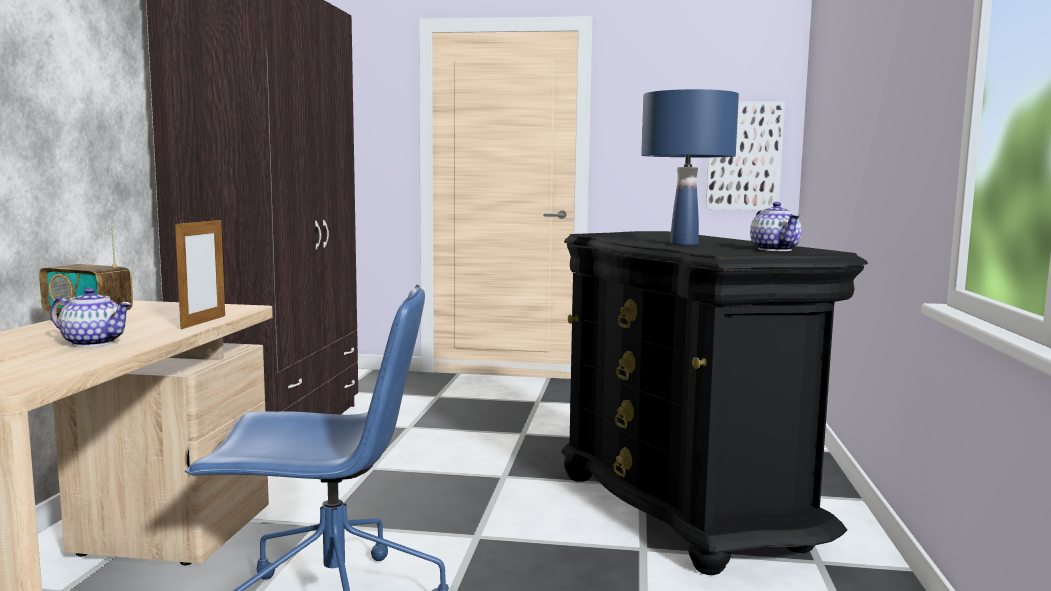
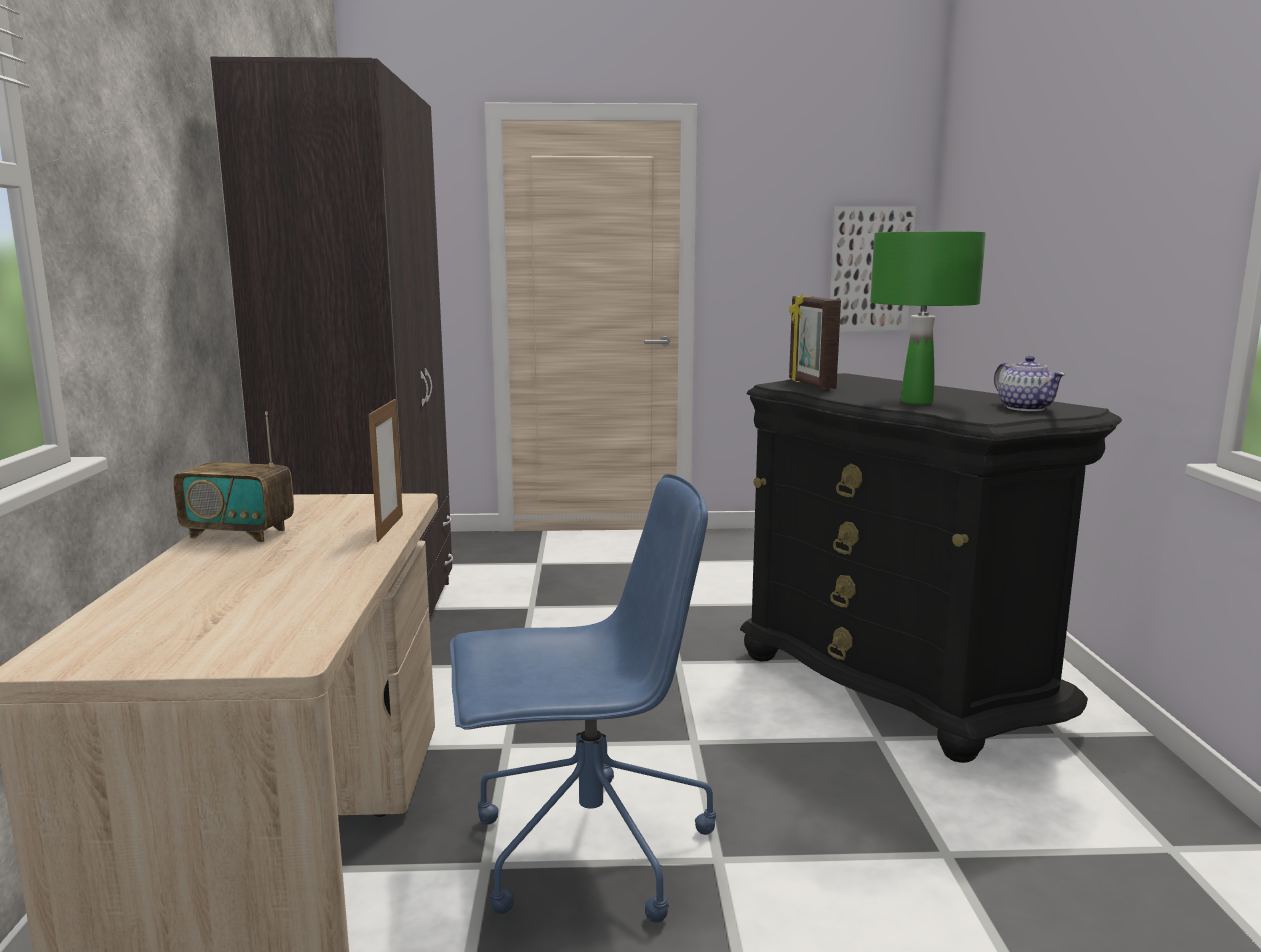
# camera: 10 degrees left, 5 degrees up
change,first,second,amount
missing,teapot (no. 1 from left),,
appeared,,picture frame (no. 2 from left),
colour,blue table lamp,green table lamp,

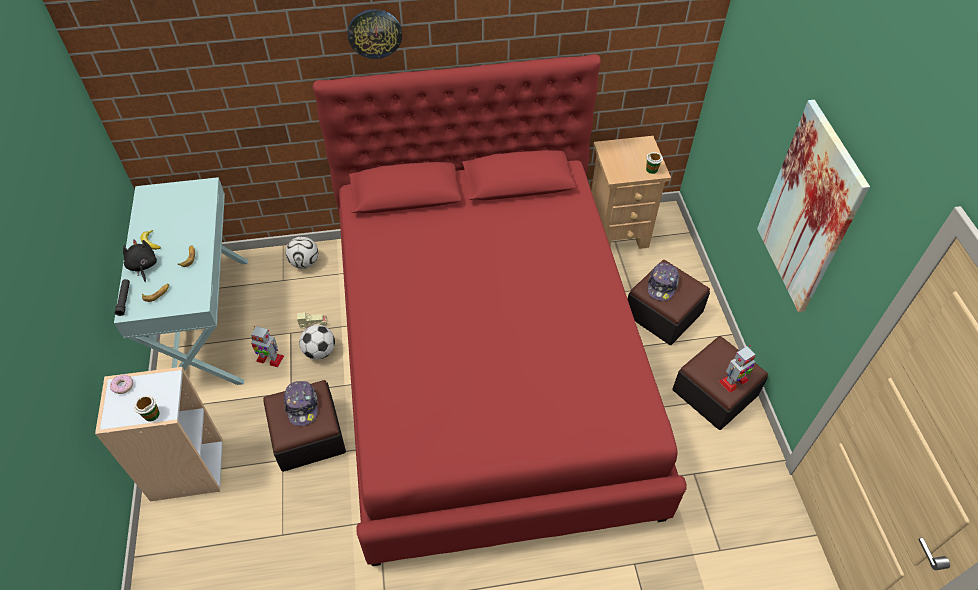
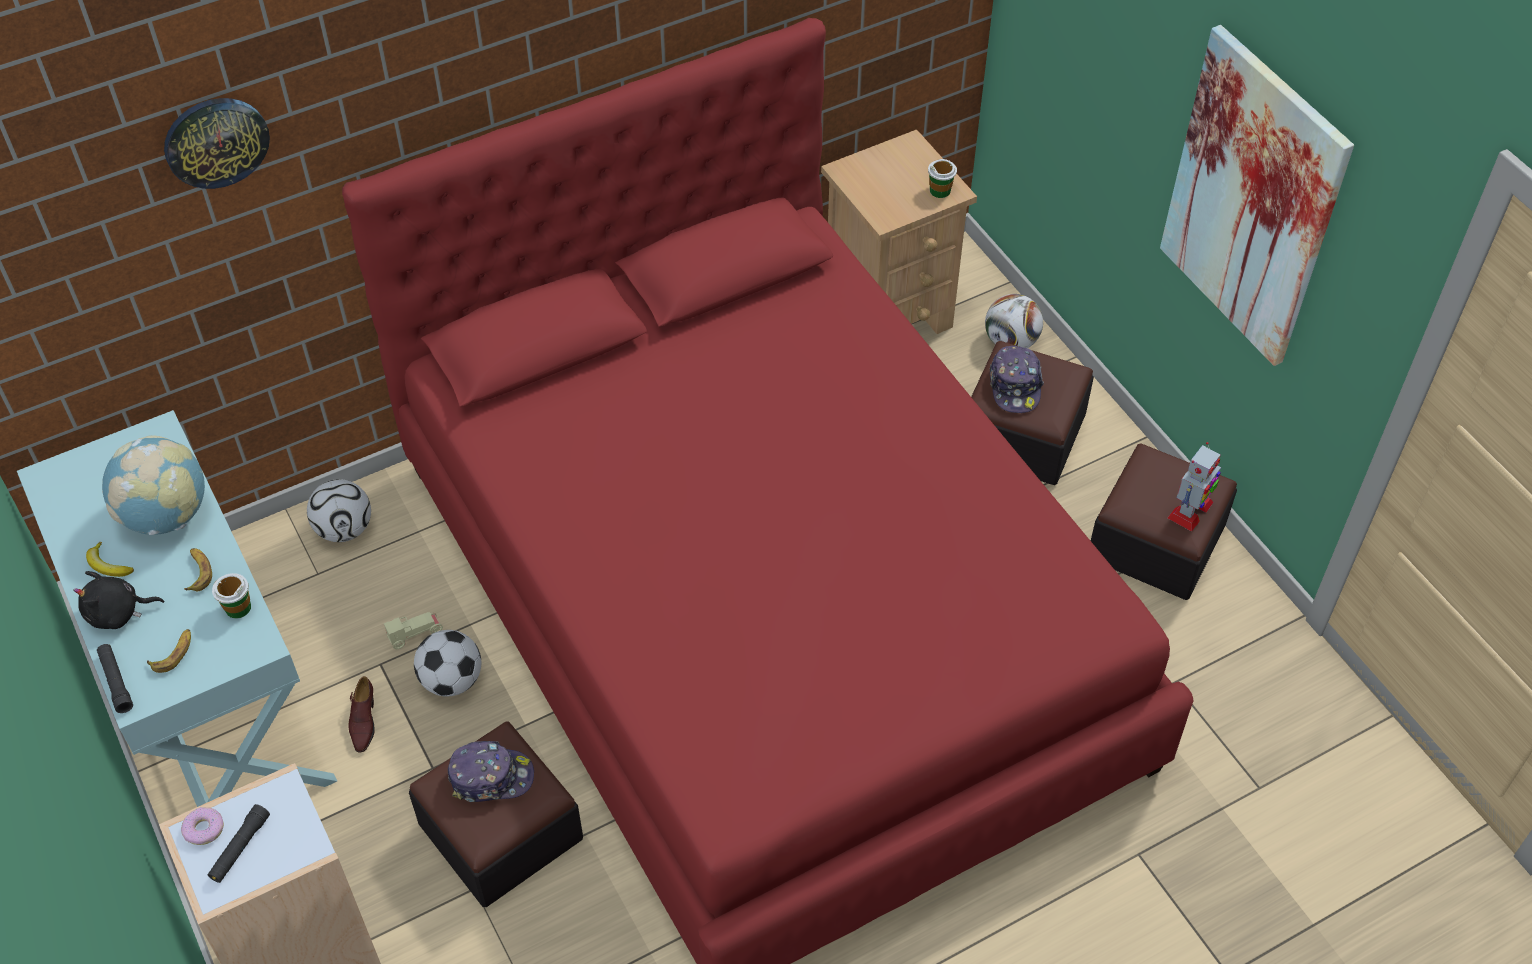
# camera: 20 degrees left, 0 degrees up
change,first,second,amount
appeared,,globe,
appeared,,black flashlight (no. 2 from left),
appeared,,football (no. 3 from left),
relocated,cup (no. 1 from left),,
relocated,wall clock,,
exchanged,toy robot (no. 1 from left),brown shoe,
spun,black plush toy,,60 degrees counterclockwise
spun,cap (no. 1 from left),,60 degrees counterclockwise

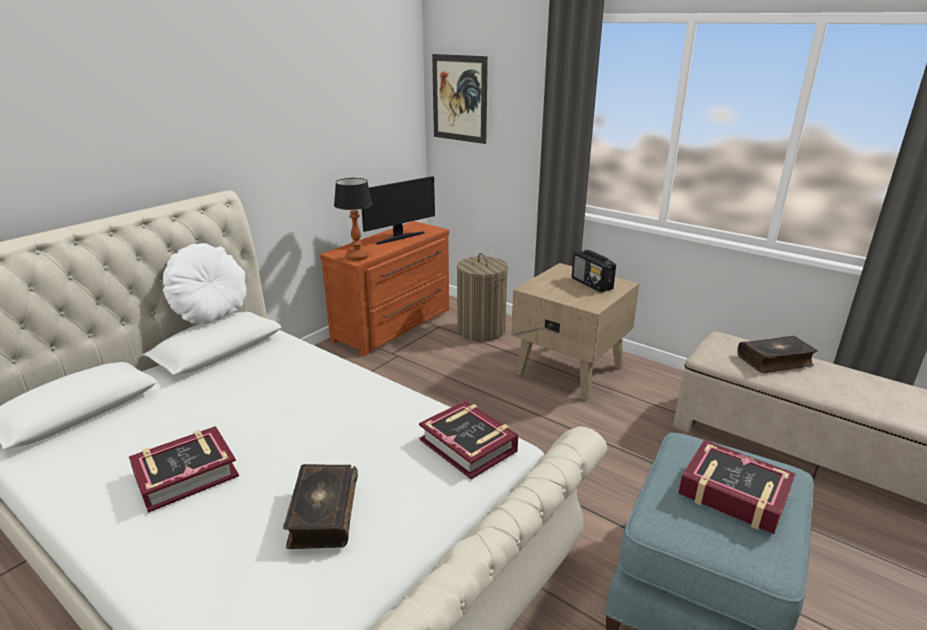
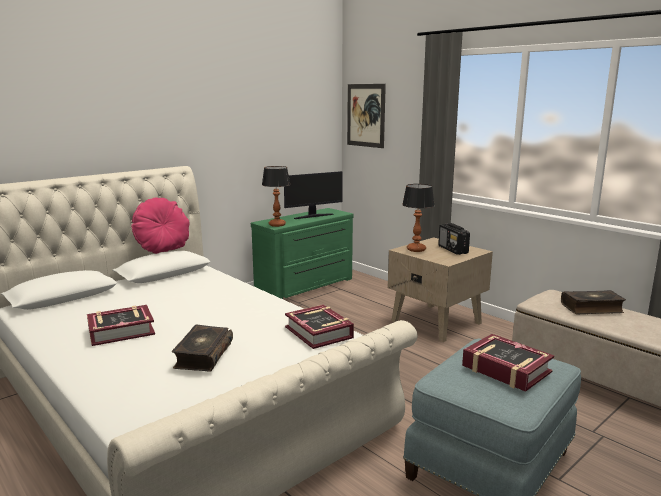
# camera: 10 degrees right, 10 degrees down
change,first,second,amount
missing,laundry basket,,
appeared,,table lamp (no. 2 from left),
colour,white pillow,pink pillow,
colour,brown dresser,green dresser,

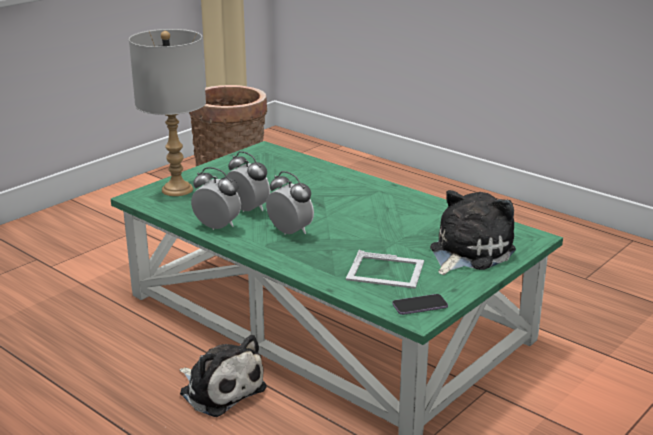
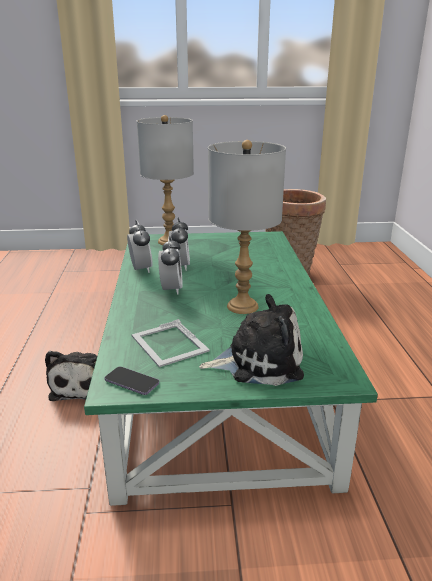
# camera: 45 degrees right, 0 degrees up
change,first,second,amount
appeared,,grey table lamp (no. 2 from left),

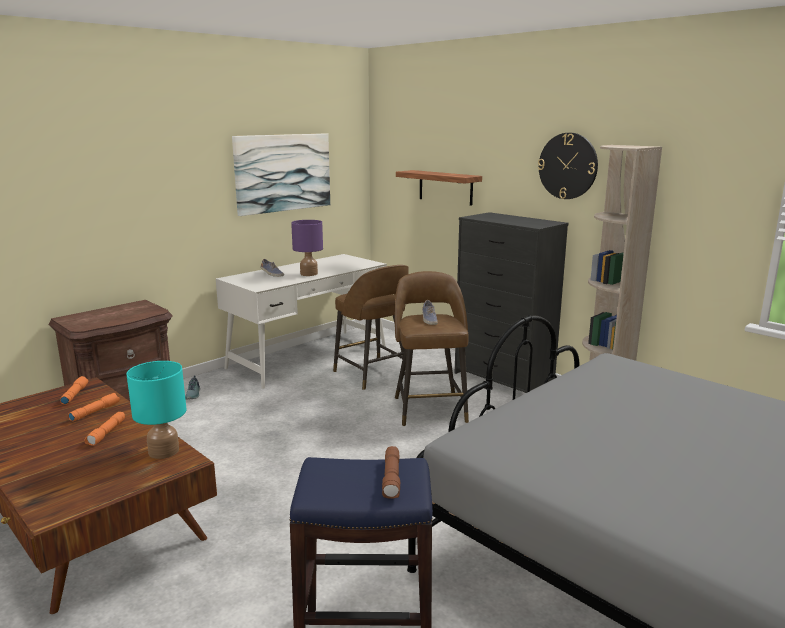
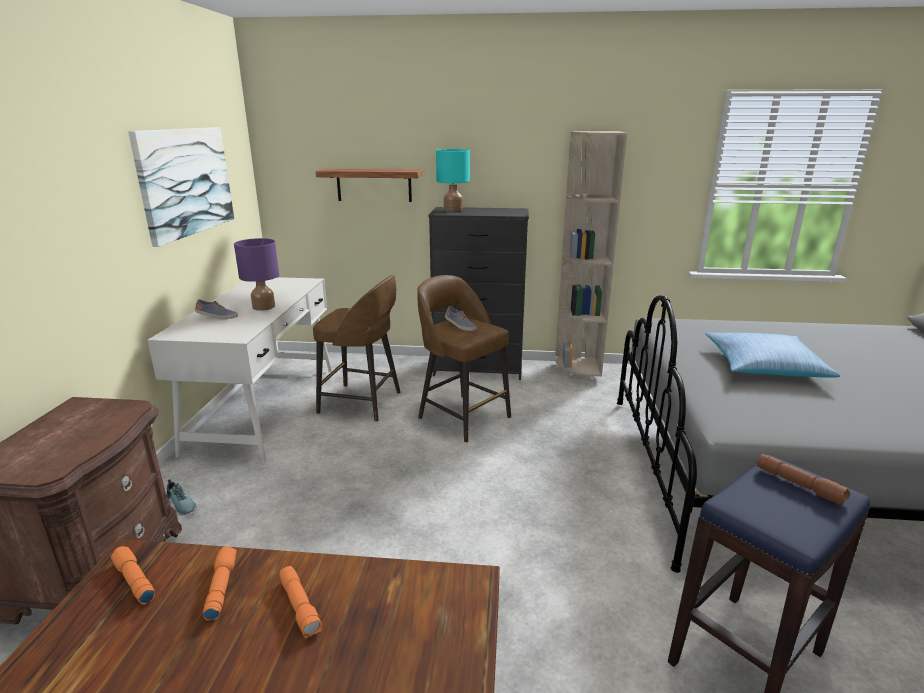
# camera: 40 degrees left, 5 degrees up
change,first,second,amount
missing,wall clock,,
appeared,,pillow,
relocated,turquoise table lamp,,

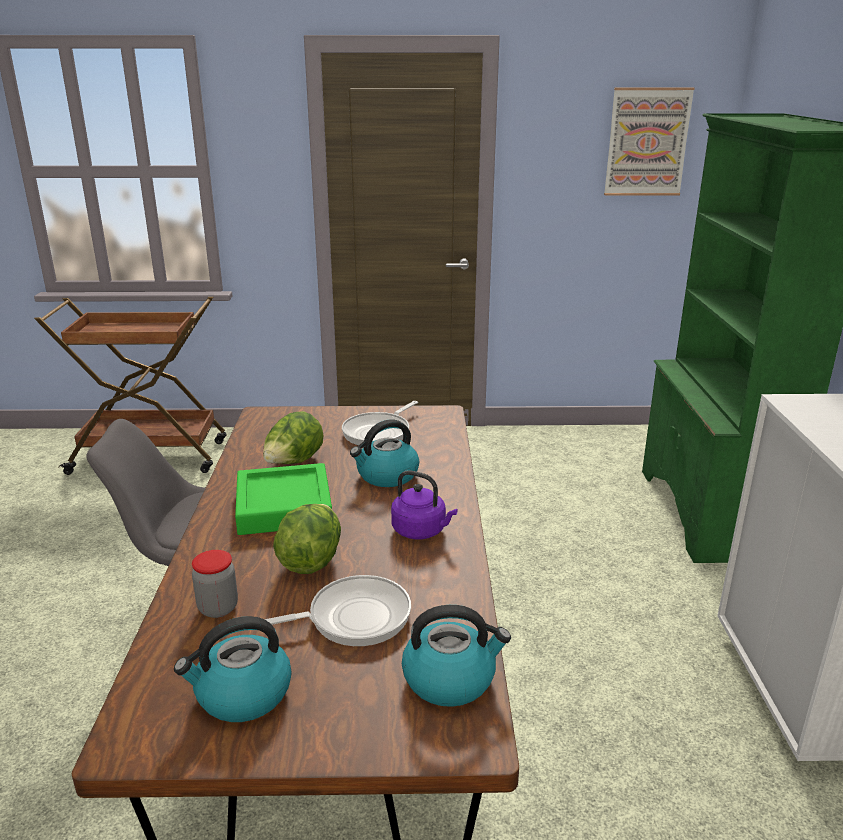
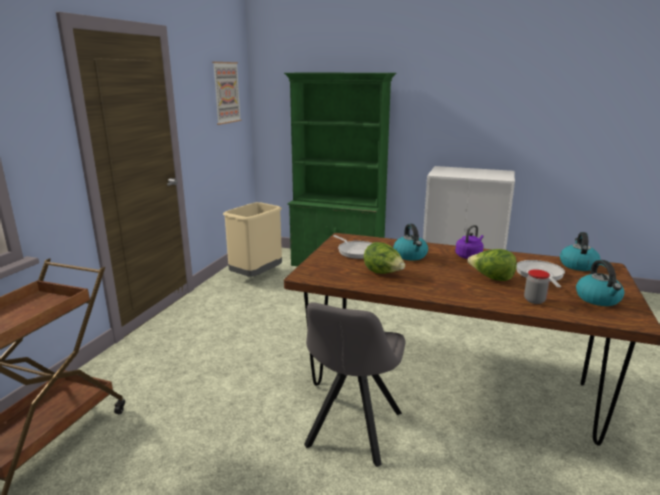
# camera: 70 degrees left, 5 degrees down
change,first,second,amount
missing,green tray,,
appeared,,beige trash can,

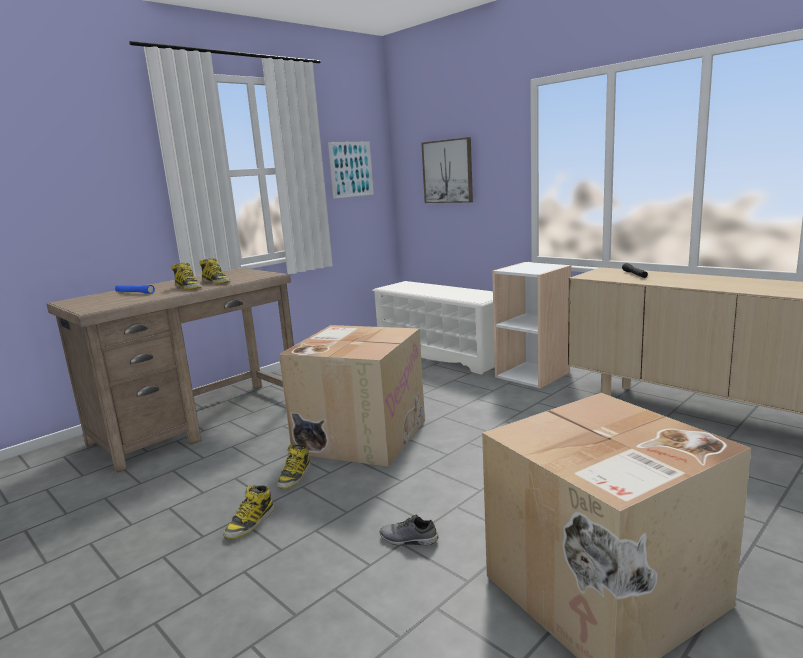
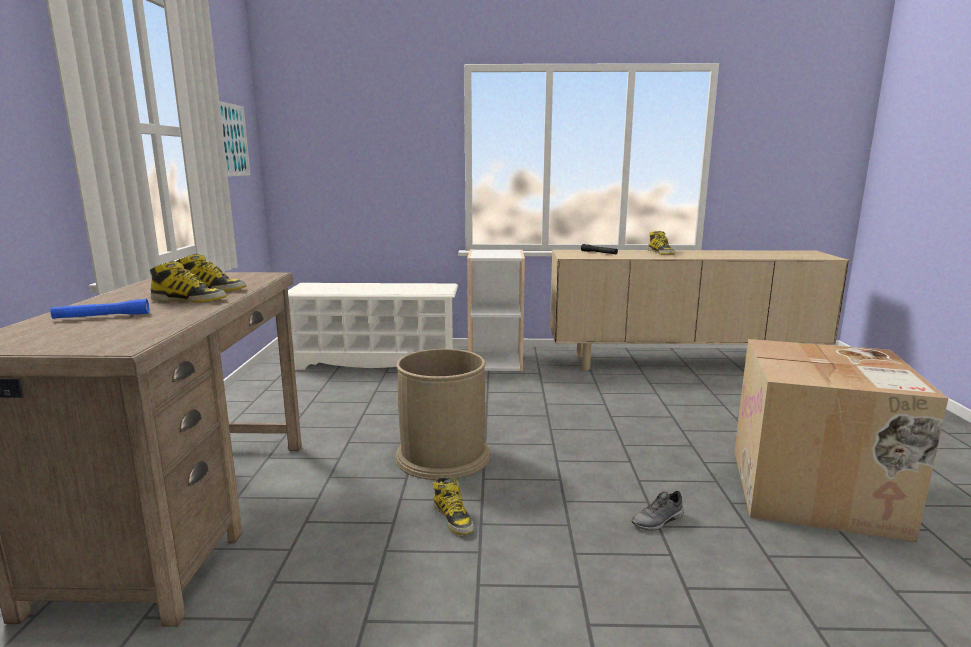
# camera: 45 degrees left, 0 degrees up
change,first,second,amount
missing,picture (no. 2 from left),,
relocated,boot (no. 3 from left in the first image),boot (no. 4 from left),
exchanged,cardboard box (no. 1 from left),brown trash can,

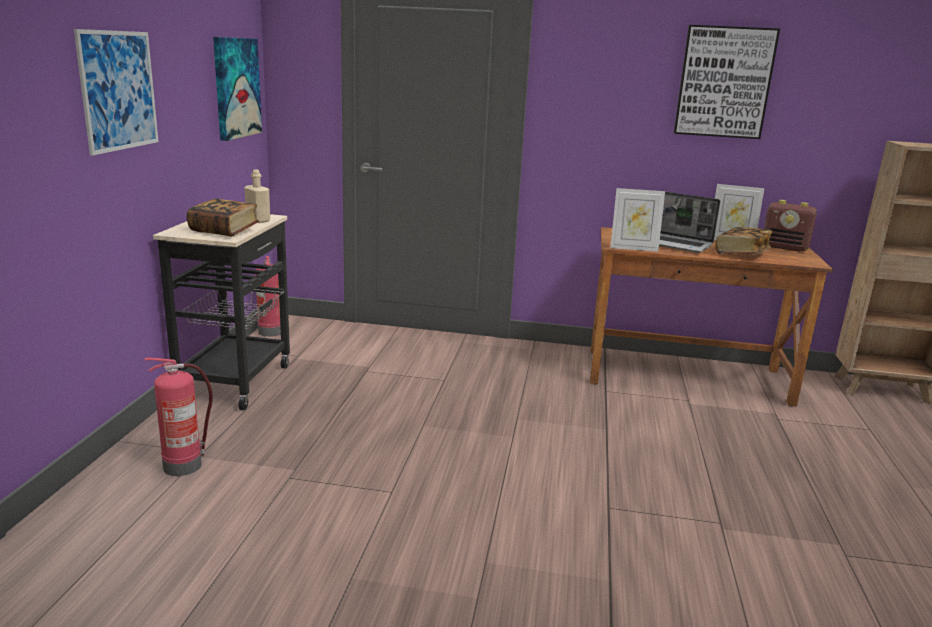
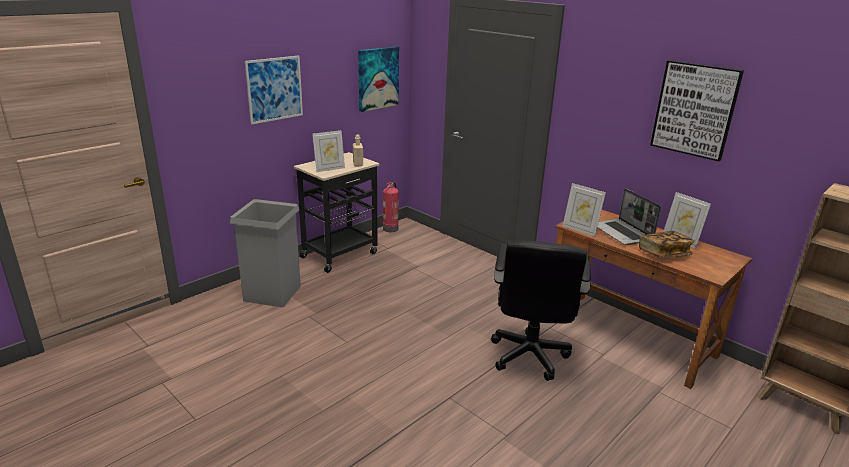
# camera: 35 degrees right, 5 degrees up
change,first,second,amount
missing,radio,,
appeared,,black office chair,
exchanged,fire extinguisher (no. 1 from left),grey trash can,
exchanged,book (no. 1 from left),picture frame (no. 1 from left),

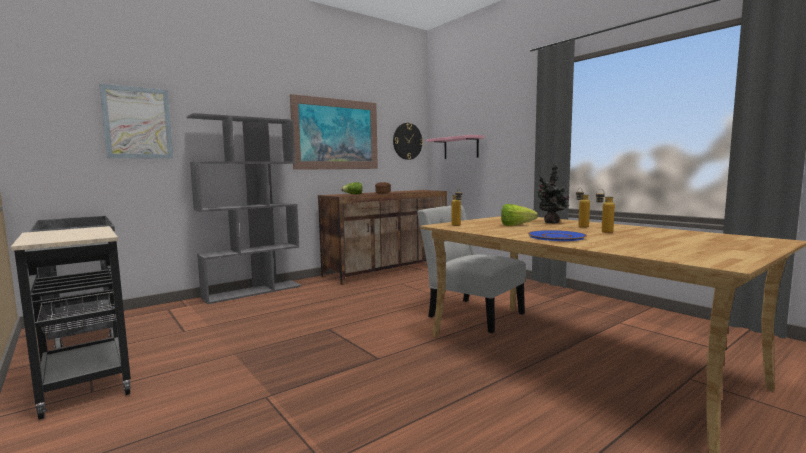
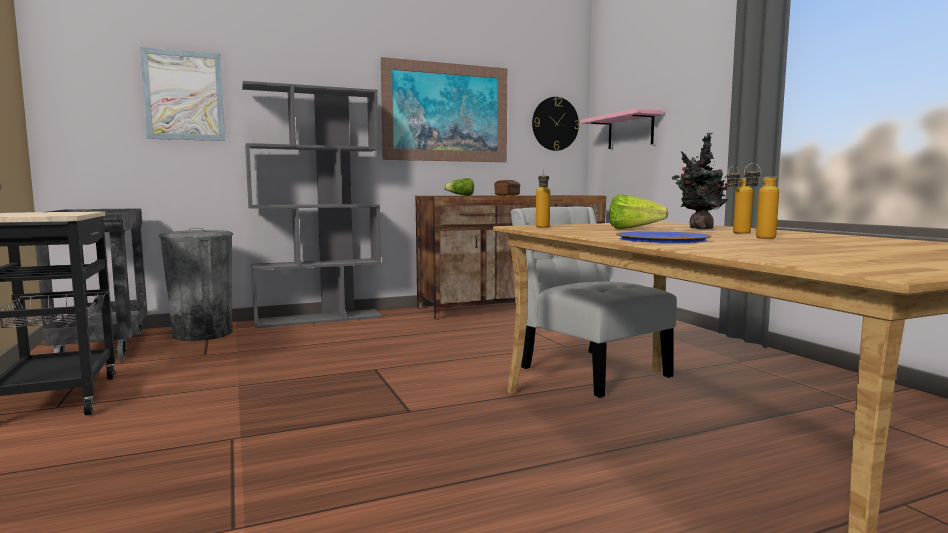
# camera: 15 degrees right, 0 degrees up
change,first,second,amount
appeared,,grey trash can,

